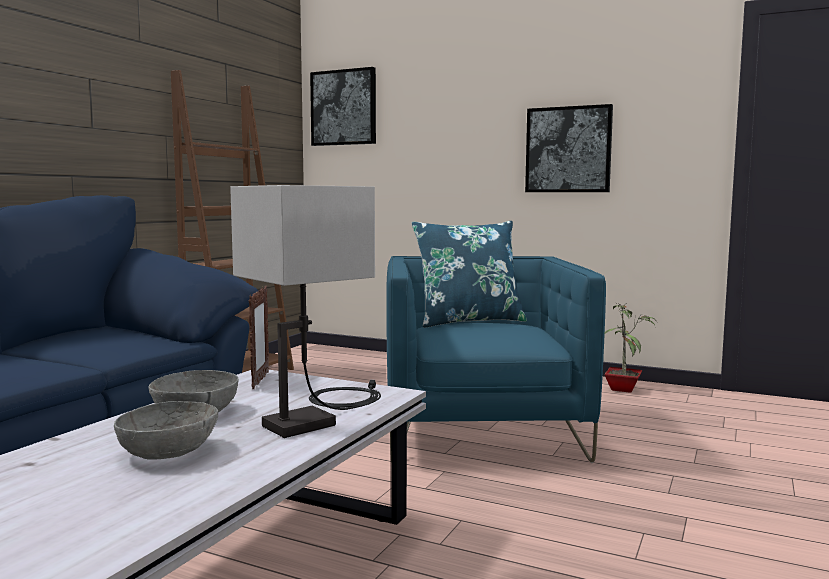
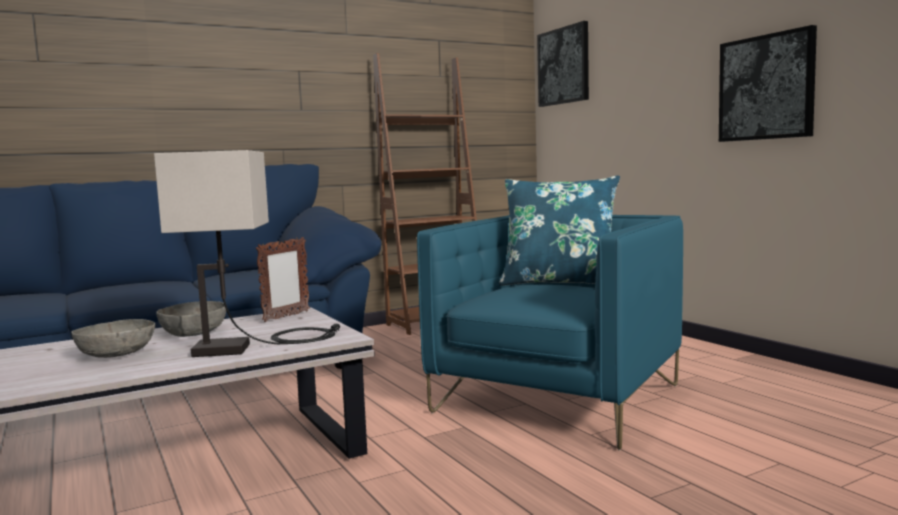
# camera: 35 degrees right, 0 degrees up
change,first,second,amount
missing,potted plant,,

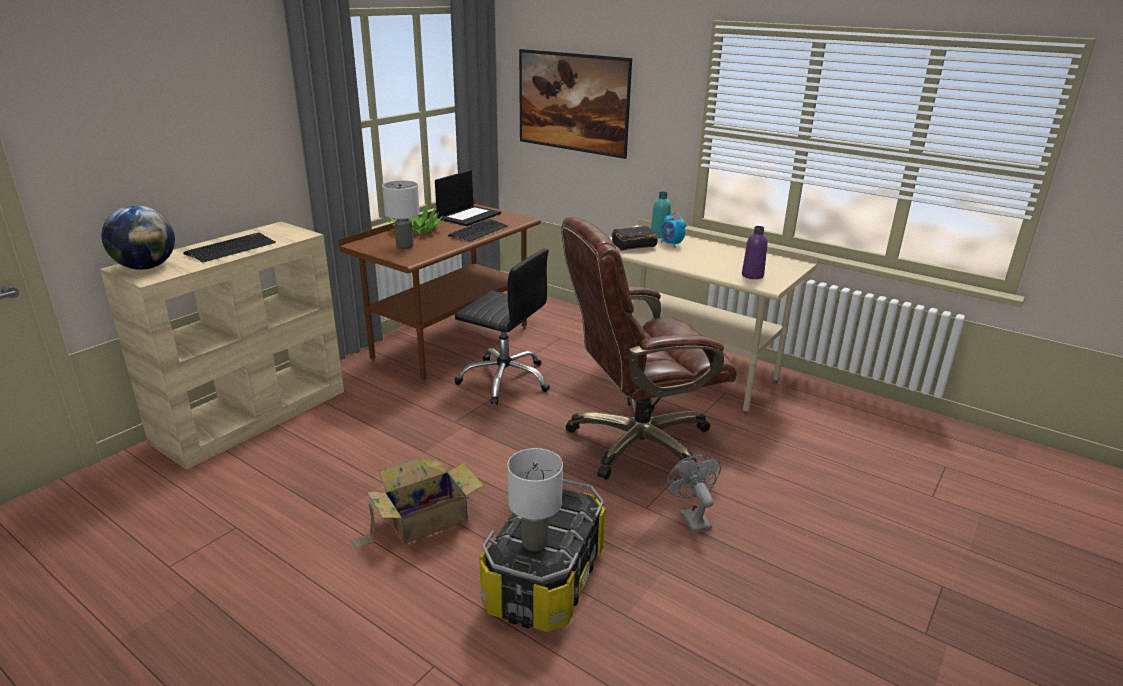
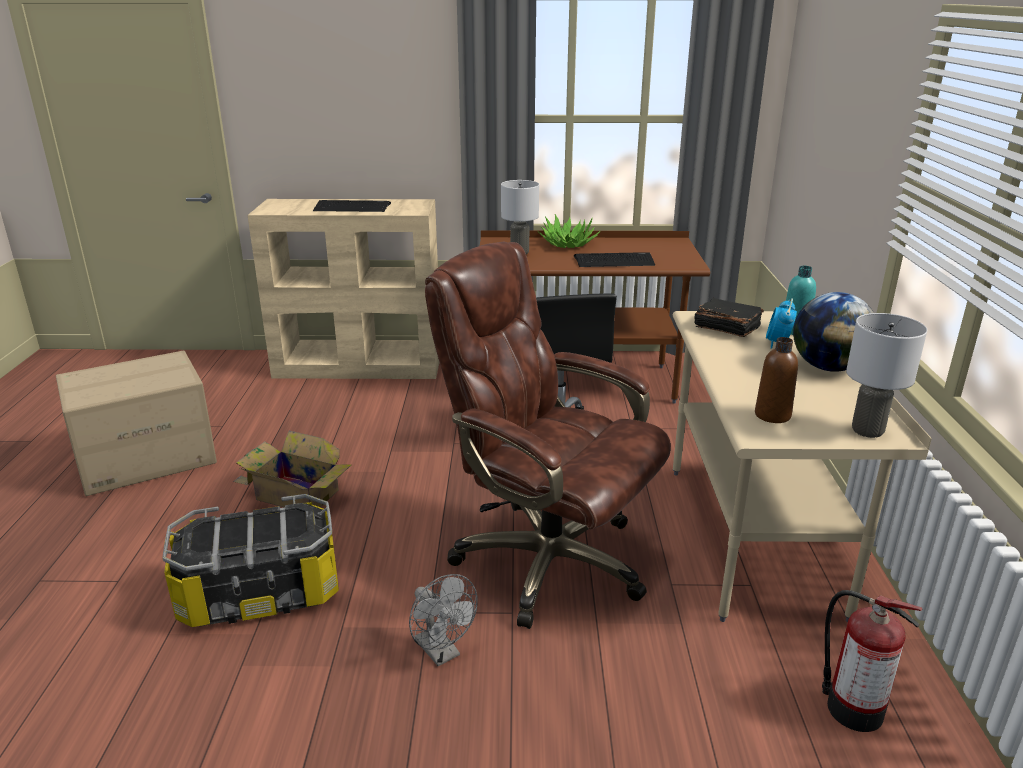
# camera: 55 degrees right, 0 degrees up
change,first,second,amount
missing,laptop,,
missing,picture,,
appeared,,cardboard box (no. 1 from left),
appeared,,fire extinguisher,
relocated,globe,,
relocated,white table lamp (no. 2 from left),,
colour,purple bottle,brown bottle,
spun,grey fan,,105 degrees clockwise

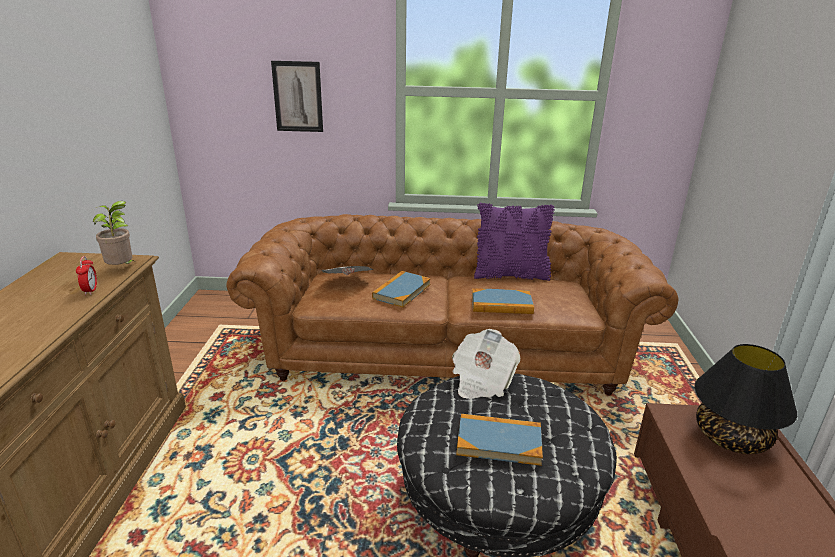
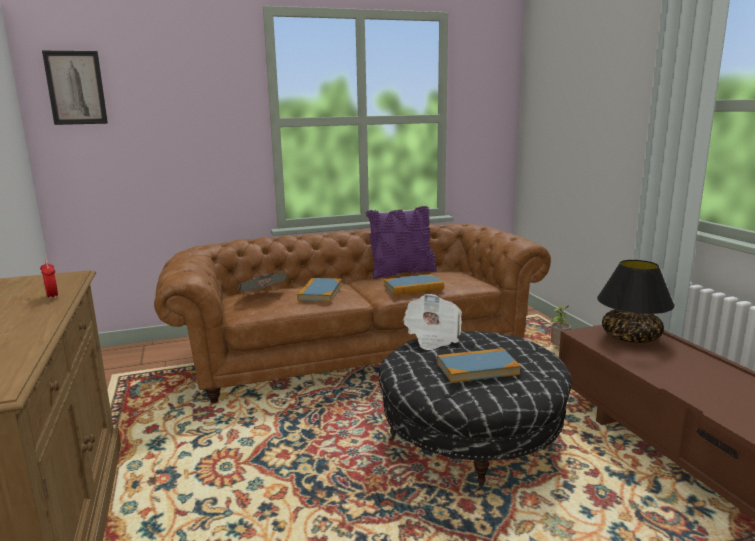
# camera: 20 degrees left, 10 degrees down
change,first,second,amount
relocated,potted plant,,
relocated,picture,,

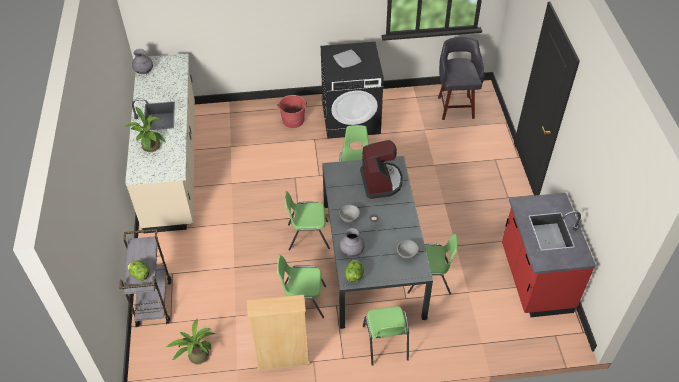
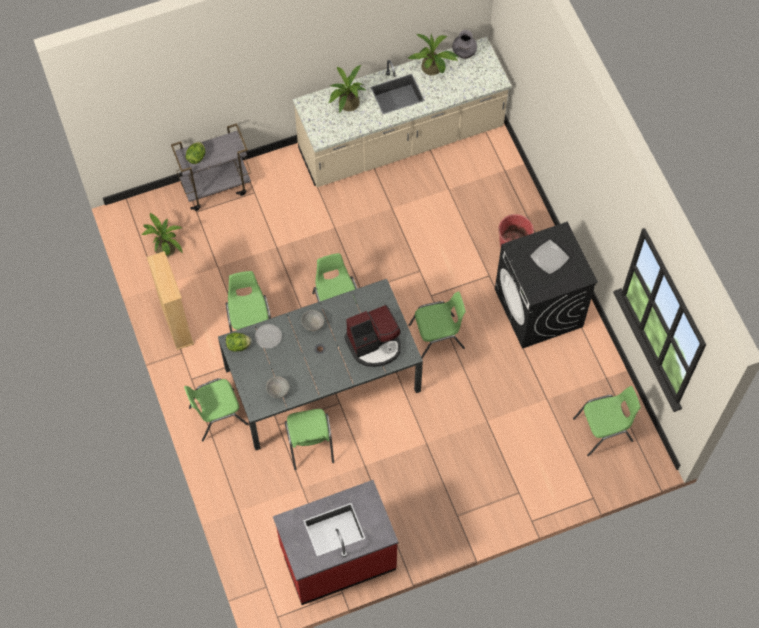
# camera: 75 degrees right, 15 degrees up
change,first,second,amount
appeared,,potted plant (no. 3 from left),
exchanged,grey vase (no. 2 from left),plate (no. 1 from left),
exchanged,grey stool,green chair (no. 6 from left),

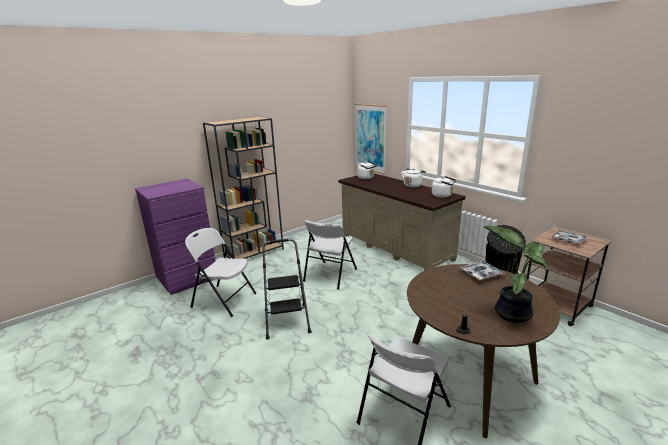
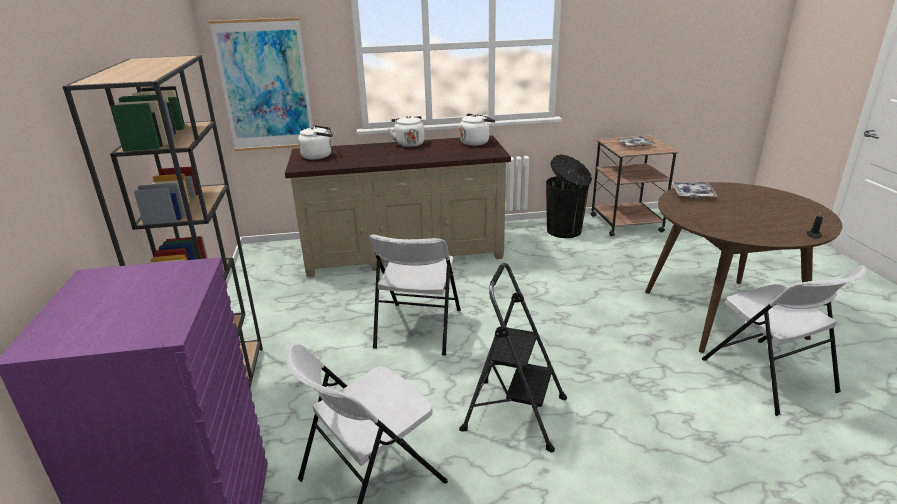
# camera: 60 degrees left, 5 degrees up
change,first,second,amount
missing,potted plant,,
spun,white chair (no. 2 from left),,45 degrees clockwise

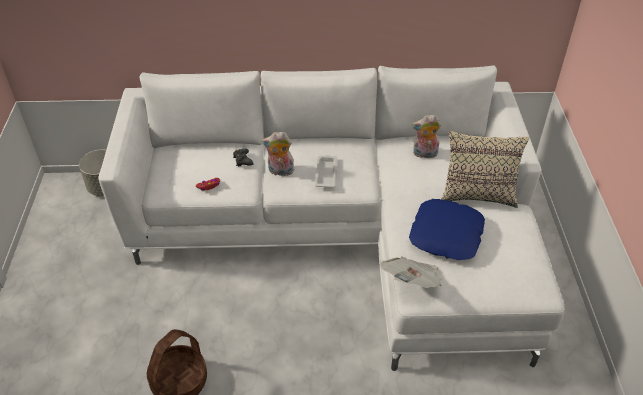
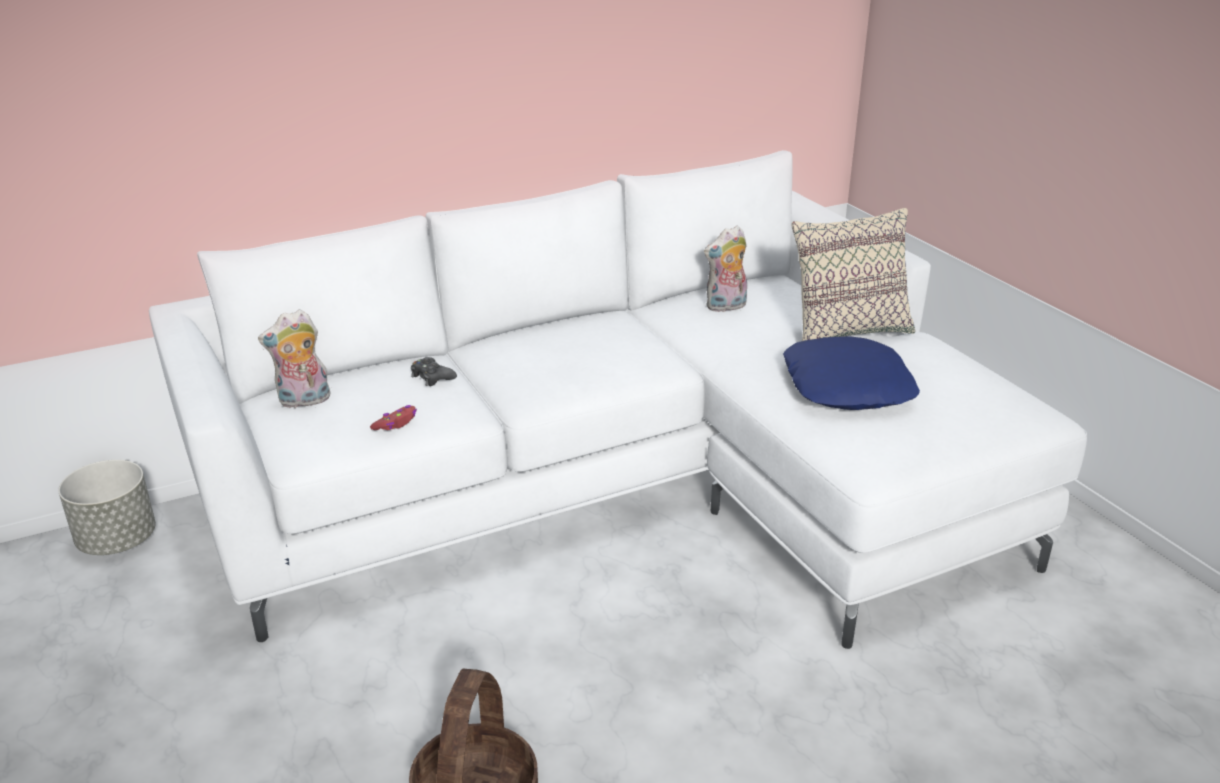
# camera: 25 degrees left, 15 degrees down
change,first,second,amount
missing,white tray,,
missing,newspaper,,
relocated,plush toy (no. 1 from left),,

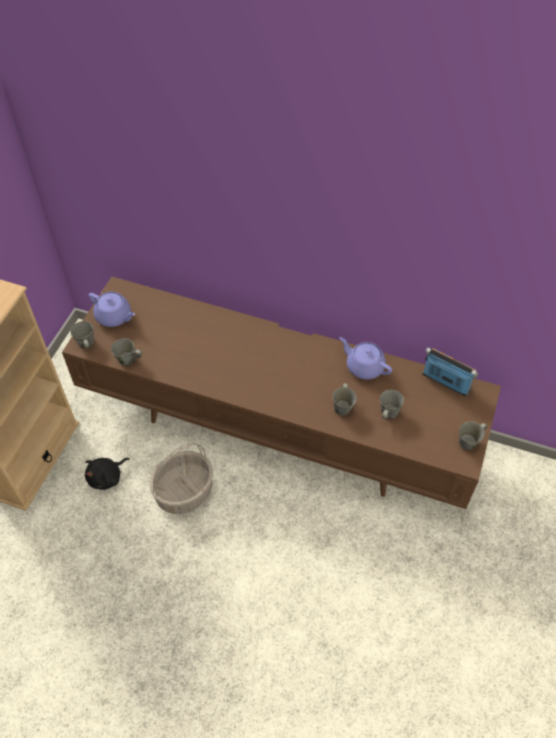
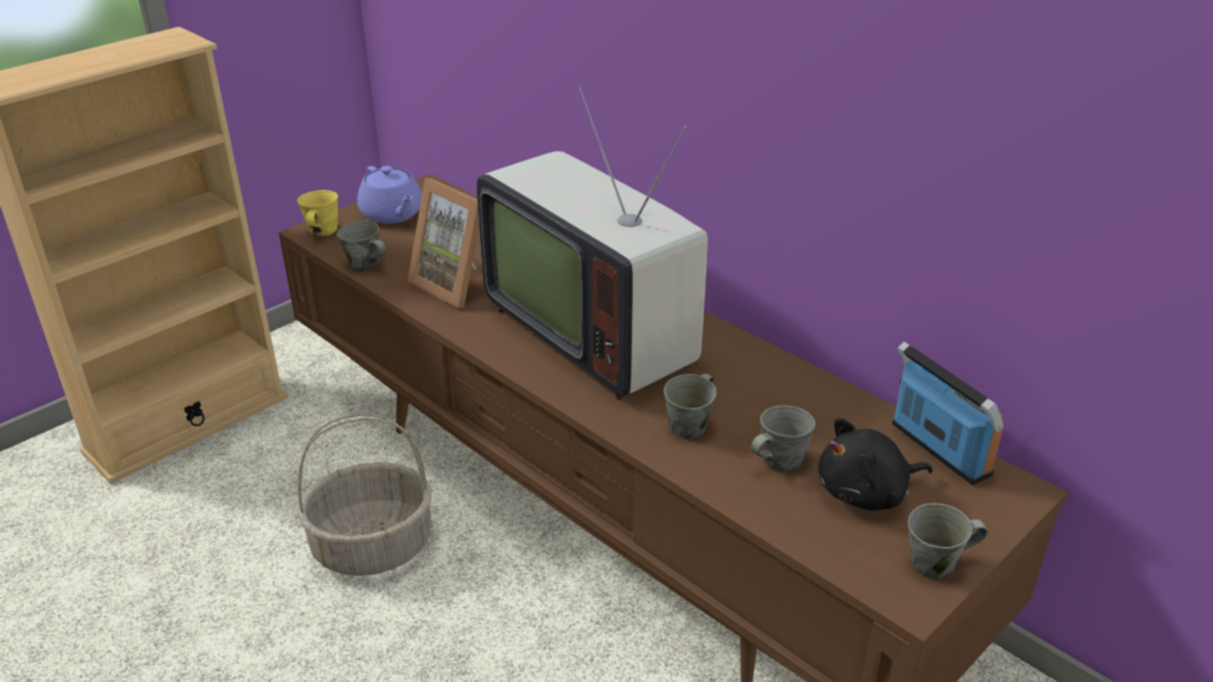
# camera: 25 degrees right, 20 degrees down
change,first,second,amount
missing,purple teapot (no. 2 from left),,
appeared,,picture frame,
appeared,,television,
relocated,black plush toy,,
colour,grey mug (no. 1 from left),yellow mug,

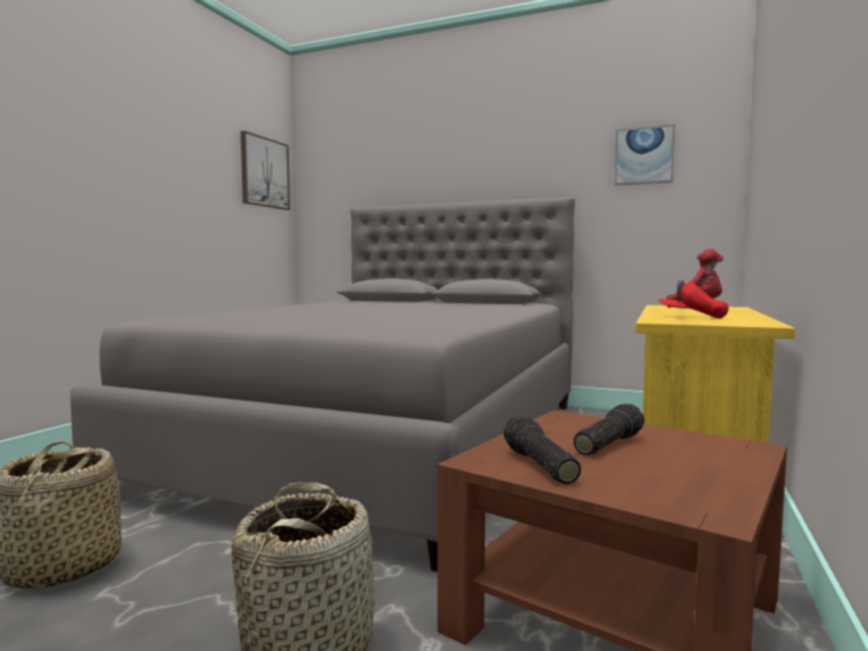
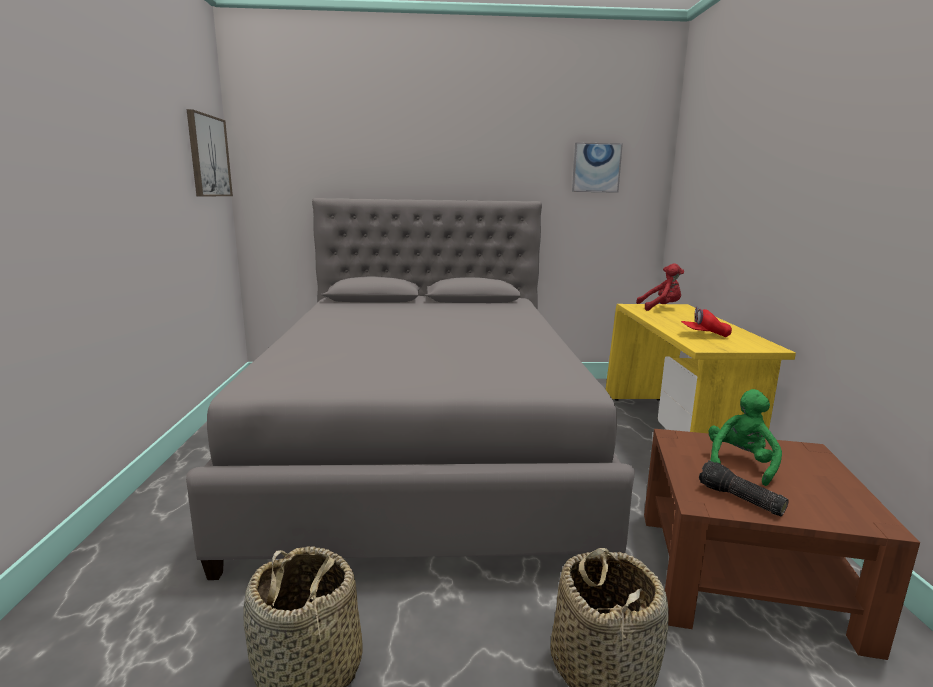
# camera: 25 degrees left, 10 degrees up
change,first,second,amount
exchanged,flashlight (no. 2 from left),green plush toy,

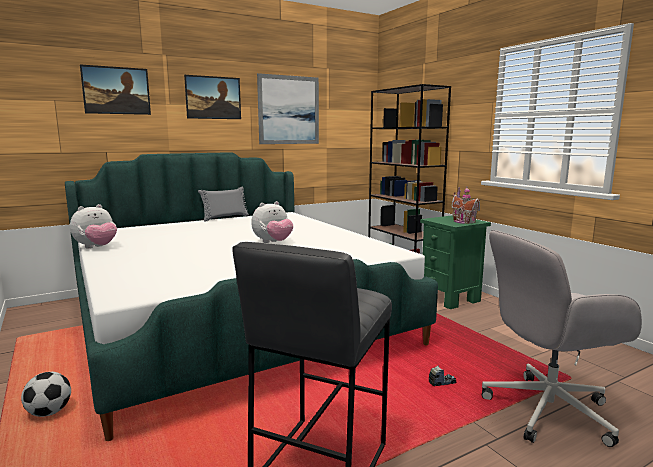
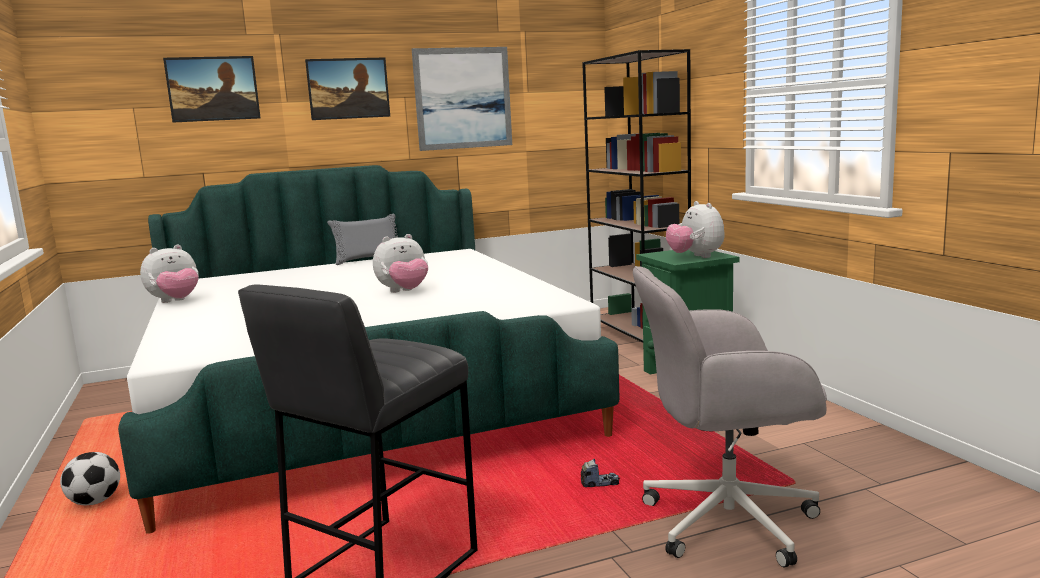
# camera: 10 degrees right, 0 degrees up
change,first,second,amount
exchanged,toy house,plush toy (no. 3 from left),

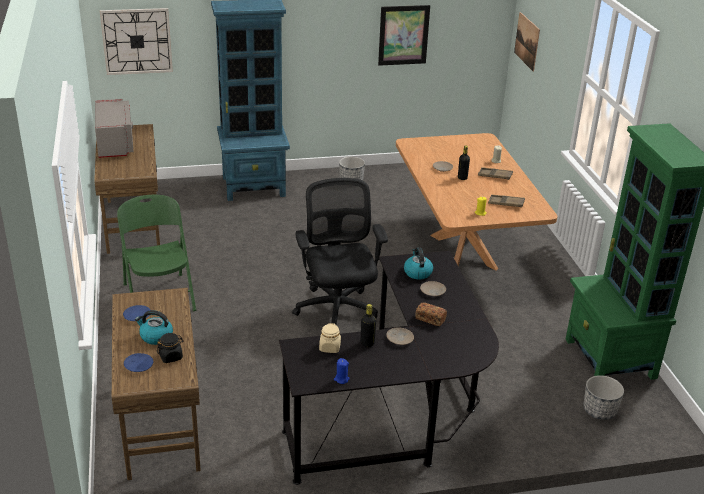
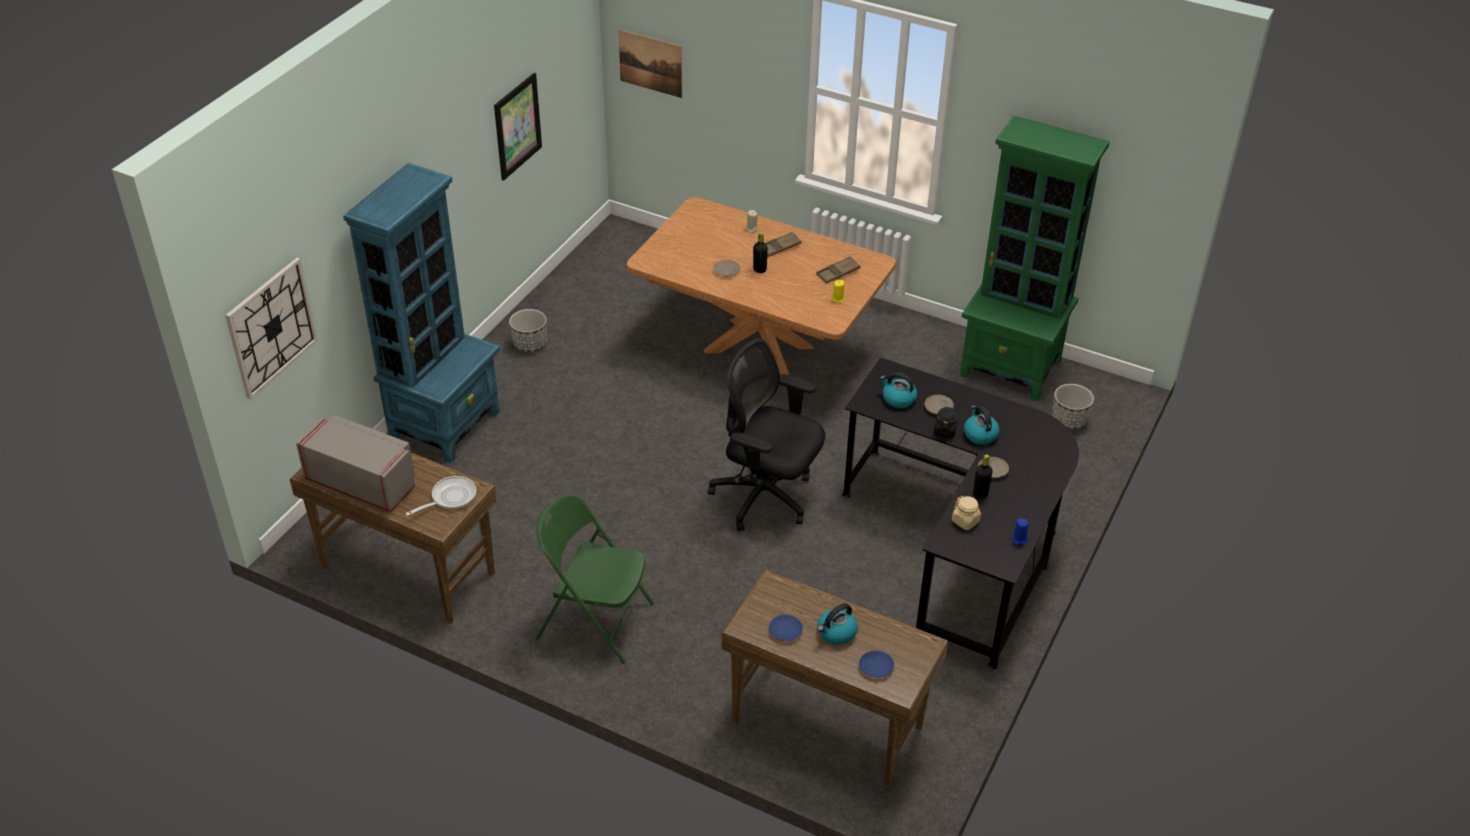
# camera: 50 degrees left, 10 degrees up
change,first,second,amount
appeared,,frying pan,
relocated,black jar,,
exchanged,bread,kettle (no. 3 from left),

